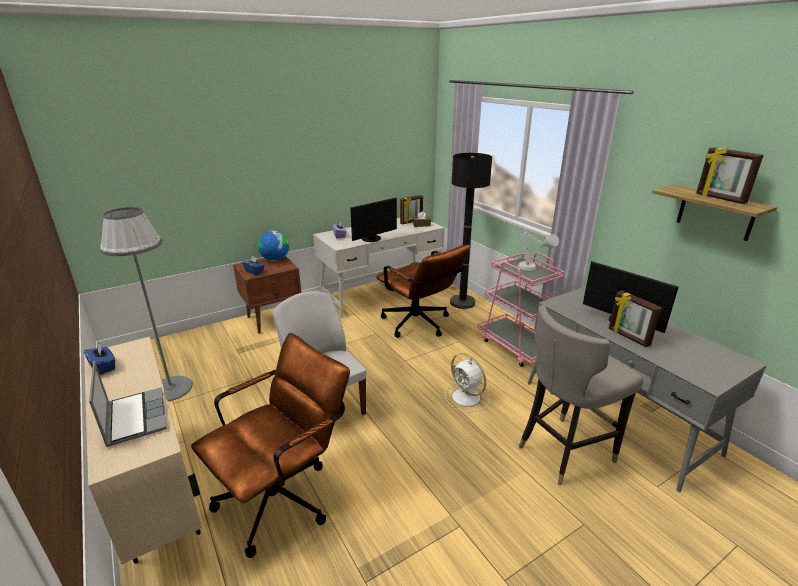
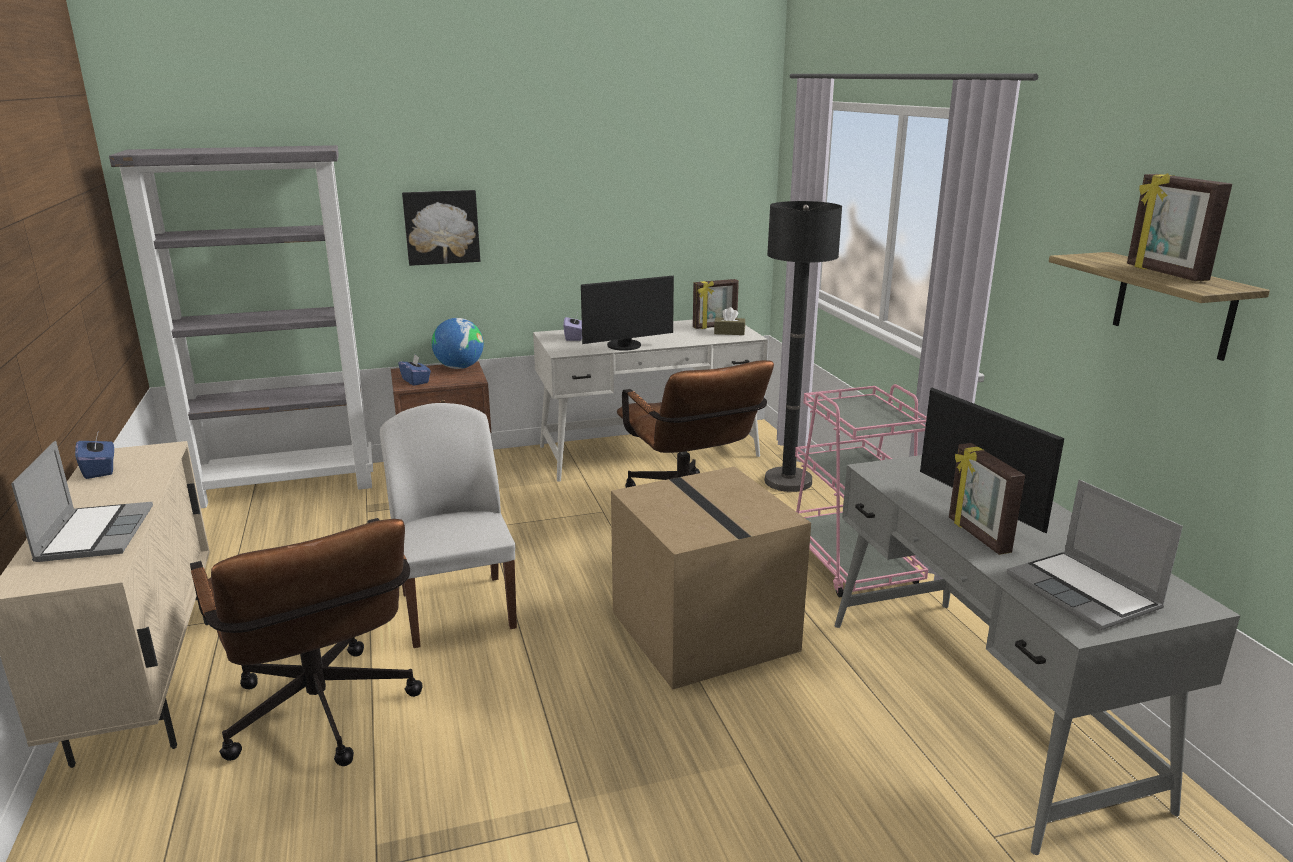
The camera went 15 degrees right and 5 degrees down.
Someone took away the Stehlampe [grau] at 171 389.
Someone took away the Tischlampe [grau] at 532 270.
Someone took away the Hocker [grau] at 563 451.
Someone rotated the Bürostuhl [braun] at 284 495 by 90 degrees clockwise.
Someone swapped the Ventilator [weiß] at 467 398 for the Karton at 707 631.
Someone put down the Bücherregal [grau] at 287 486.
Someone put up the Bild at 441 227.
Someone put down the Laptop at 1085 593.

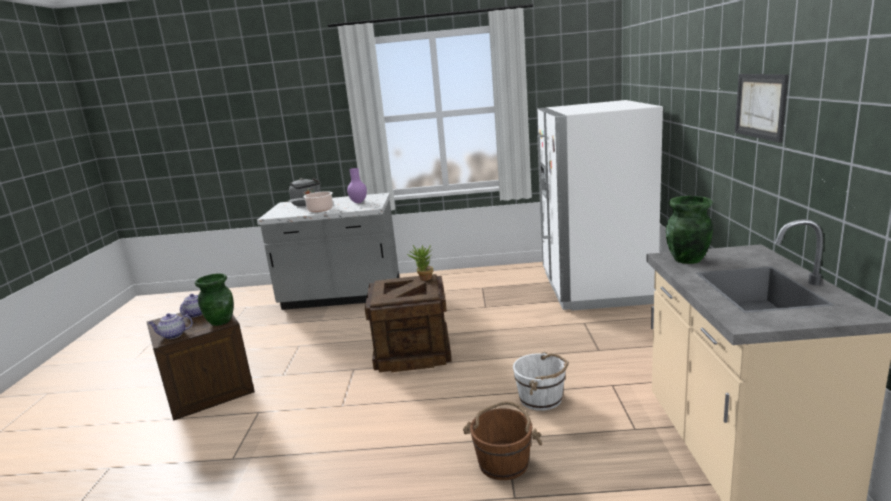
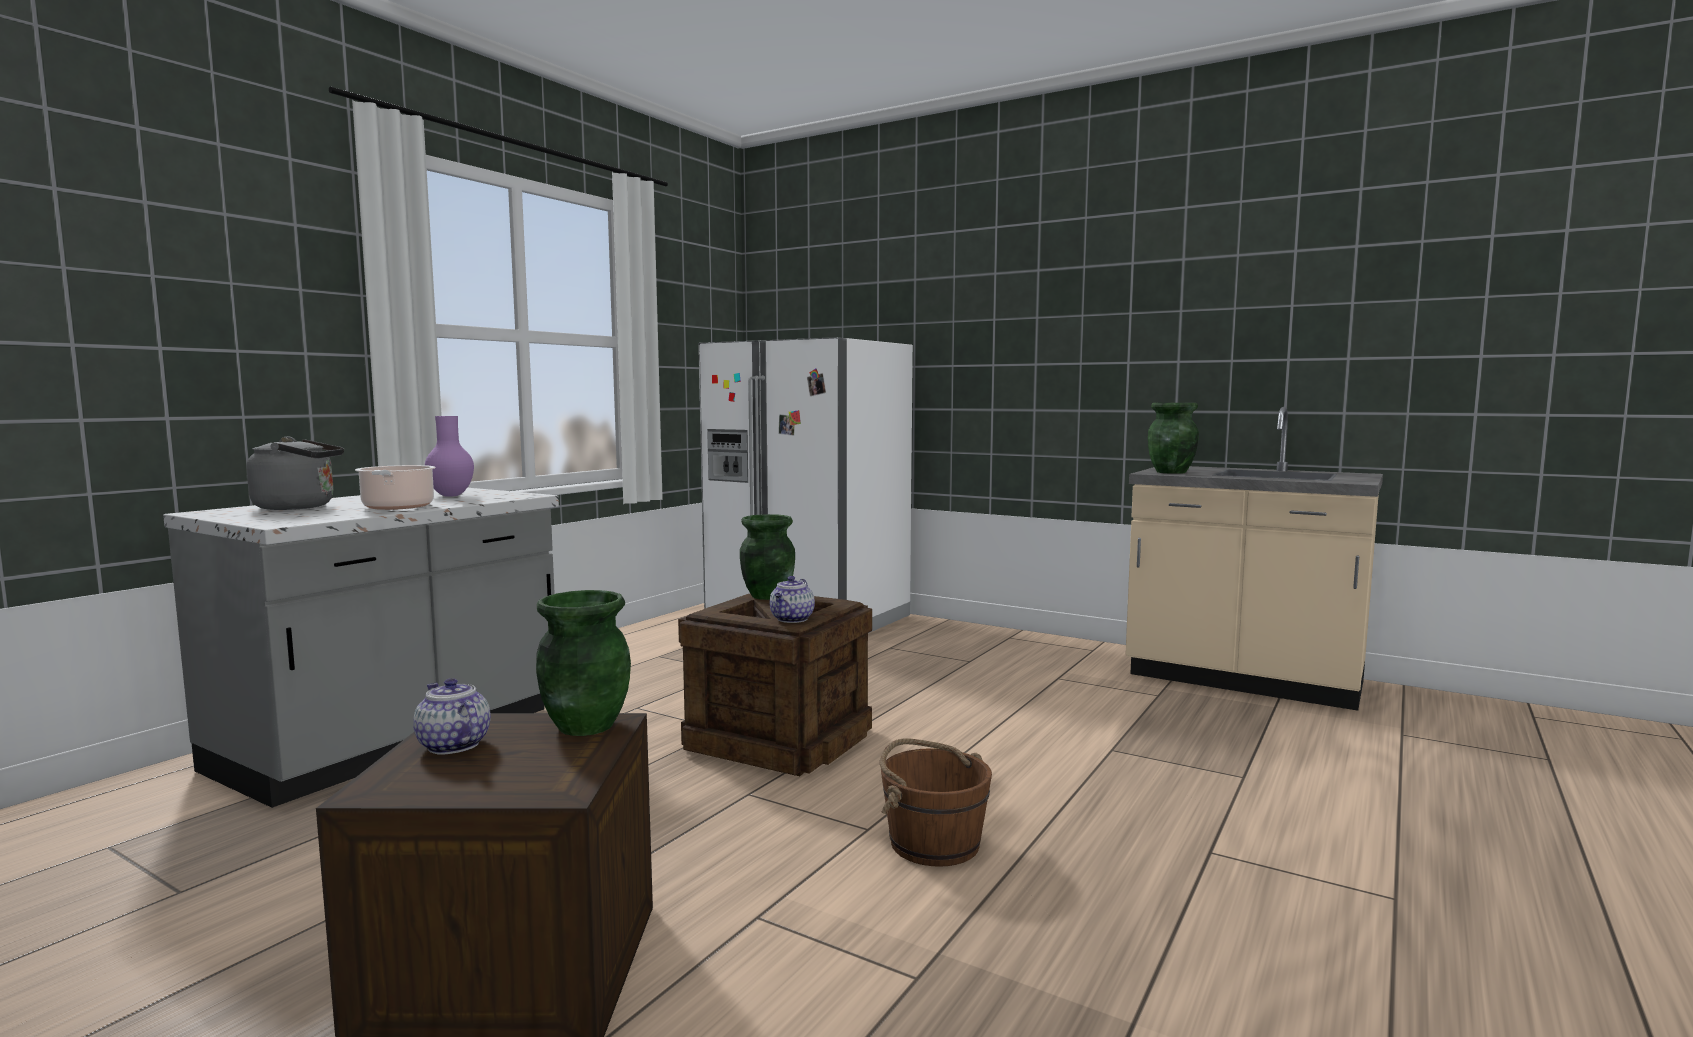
The camera went 60 degrees left and 10 degrees down.
Someone took away the Bild at 760 106.
Someone swapped the Topfpflanze at 423 279 for the Vase [grün] at 767 596.
Someone carried the Teekanne from 173 335 to 792 619.
Someone took away the Eimer [weiß] at 541 399.
Someone carried the Eimer [braun] from 504 462 to 933 843.

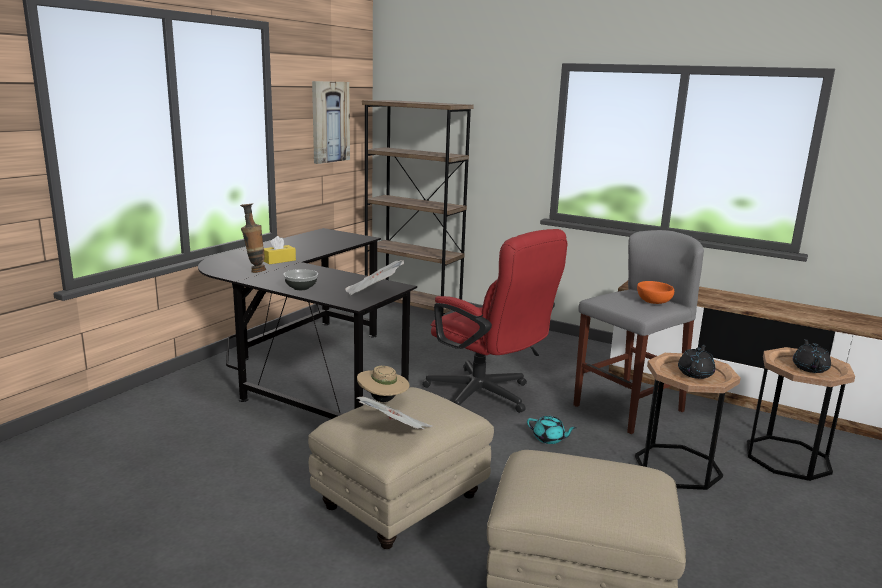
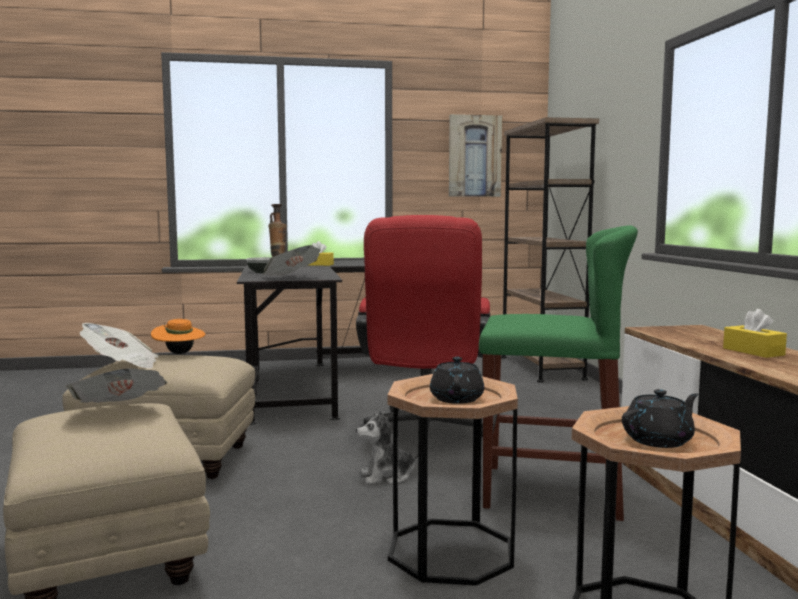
The camera went 50 degrees right and 10 degrees down.
Someone repainted the Hocker [grau] at 628 408, which became the Hocker [grün] at 550 491.
Someone took away the Schüssel [orange] at 653 302.
Someone rotated the Teekanne [schwarz] at 695 373 by 75 degrees counterclockwise.
Someone repainted the Hut [beige] at 383 400, which became the Hut [orange] at 179 353.
Someone swapped the Teekanne [türkis] at 549 439 for the Plüschtier at 387 477.
Someone put down the Taschentuchbox [gelb] at 753 351.
Someone put down the Zeitung at 120 412.

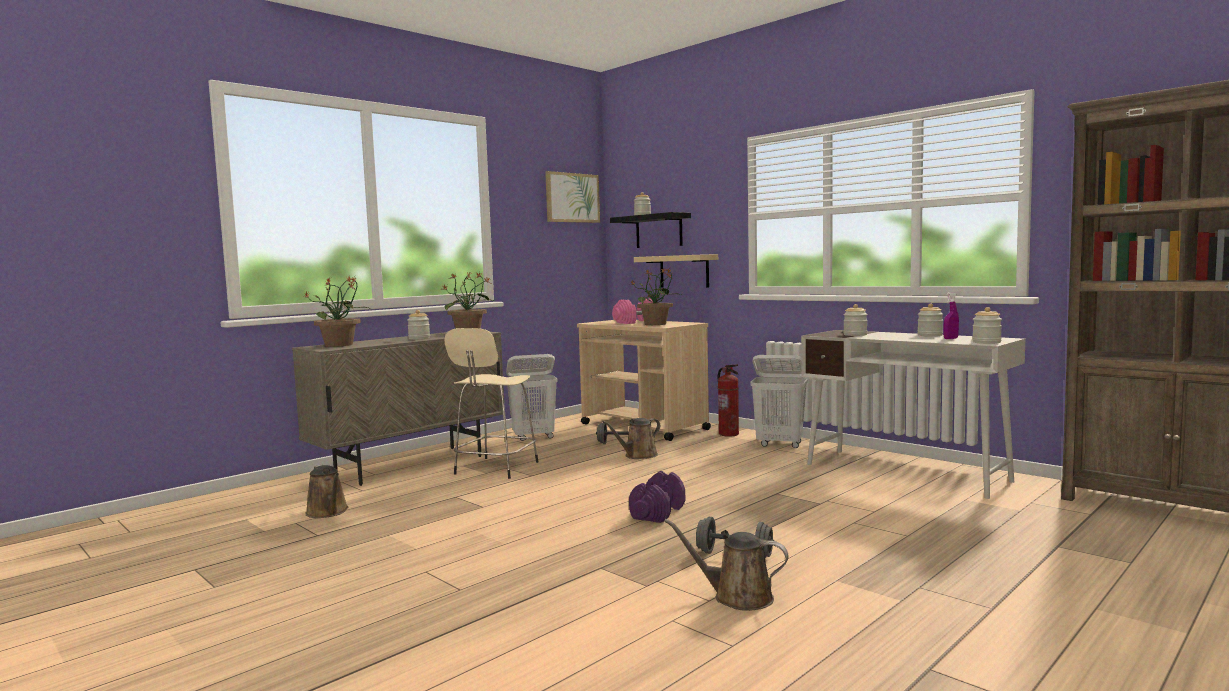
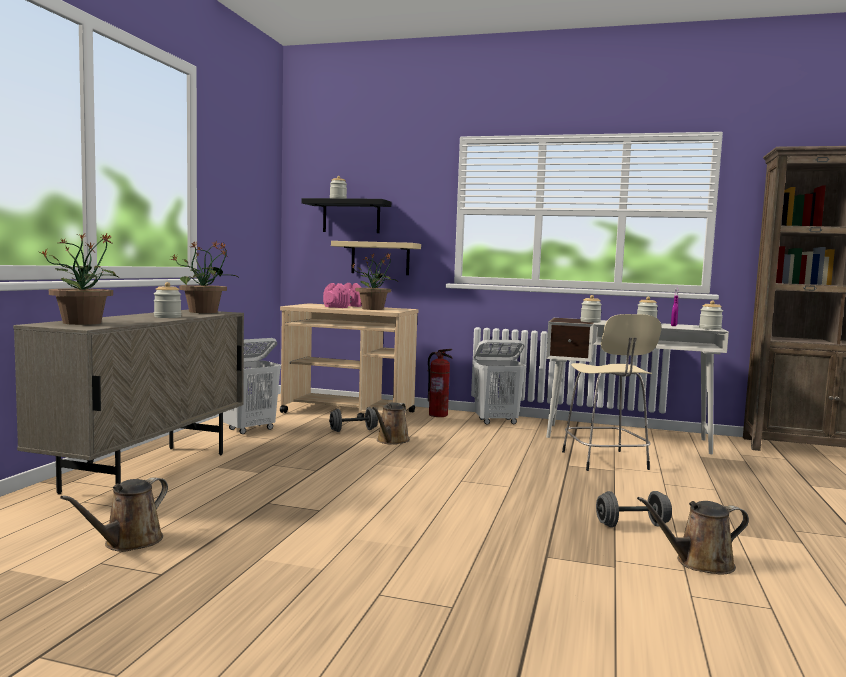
The camera went 30 degrees left and 0 degrees up.
Someone took away the Bild at 572 198.
Someone carried the Hocker [beige] from 495 469 to 605 461.
Someone rotated the Gießkanne [braun] at 328 512 by 90 degrees clockwise.
Someone took away the Hantel [lila] at 658 513.

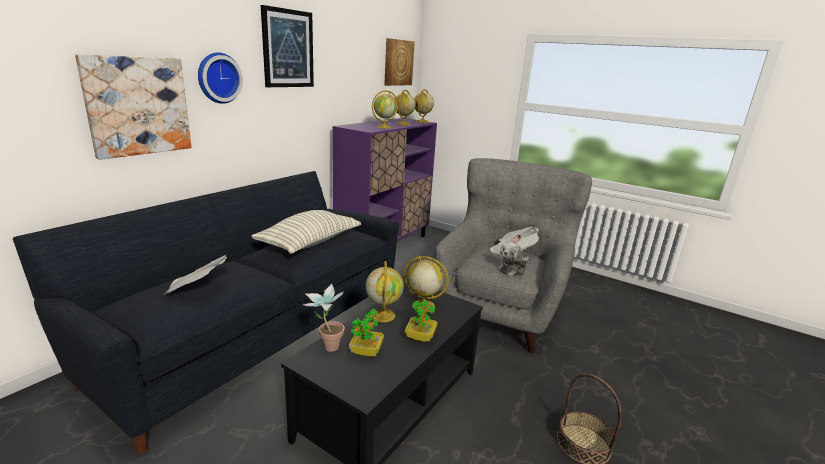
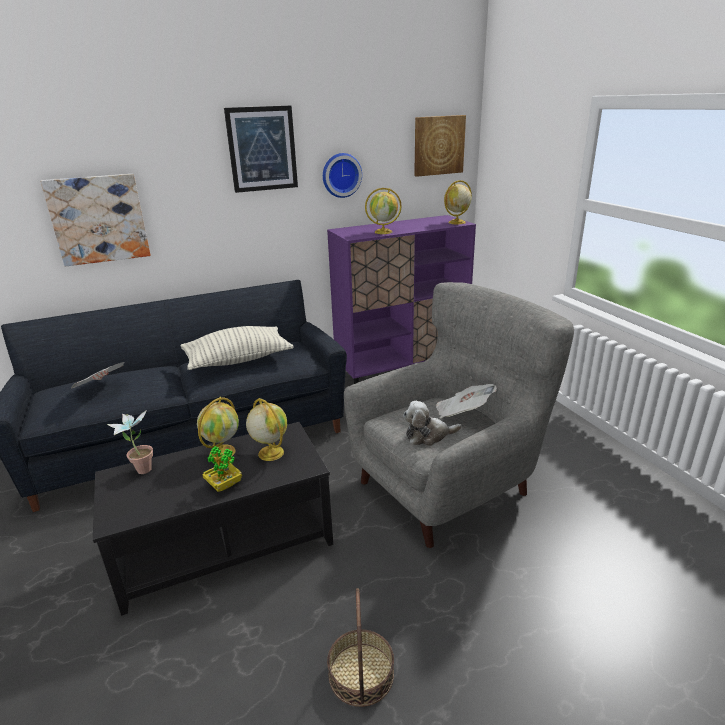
The camera went 35 degrees right and 5 degrees up.
Someone carried the Wanduhr from 218 78 to 341 175.
Someone took away the Globus at 403 124.
Someone took away the Topfpflanze at 366 351.

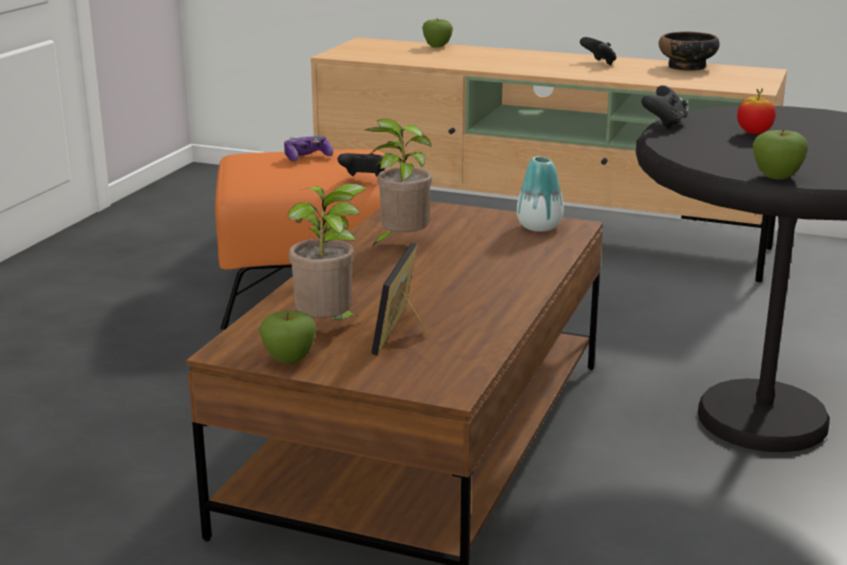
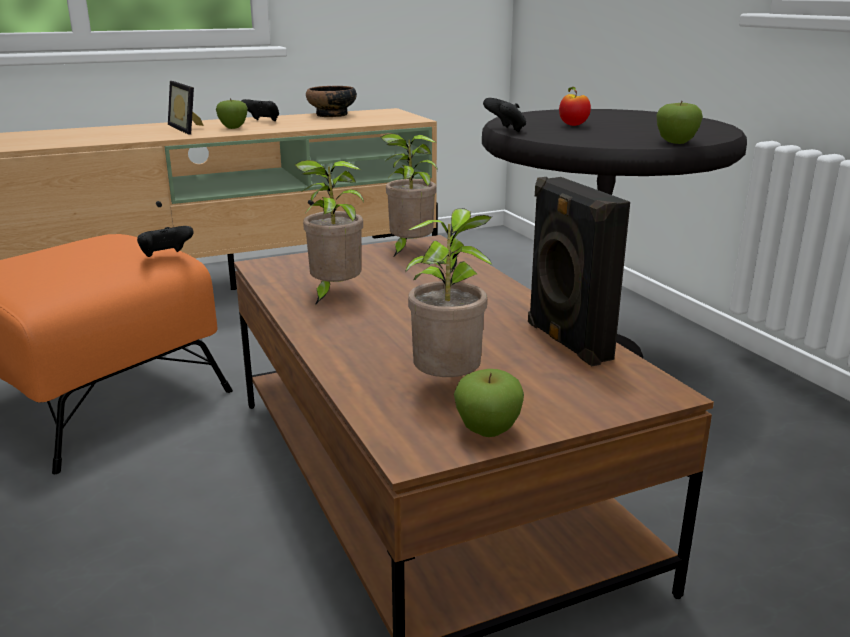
The camera went 45 degrees left and 0 degrees up.
Someone carried the Apfel from 437 46 to 233 127.
Someone took away the Gamepad at 307 157.
Someone swapped the Vase at 539 227 for the Topfpflanze at 409 250.
Someone carried the Bilderrahmen from 407 332 to 190 128.
Someone put down the Lautsprecher [schwarz] at 565 342.

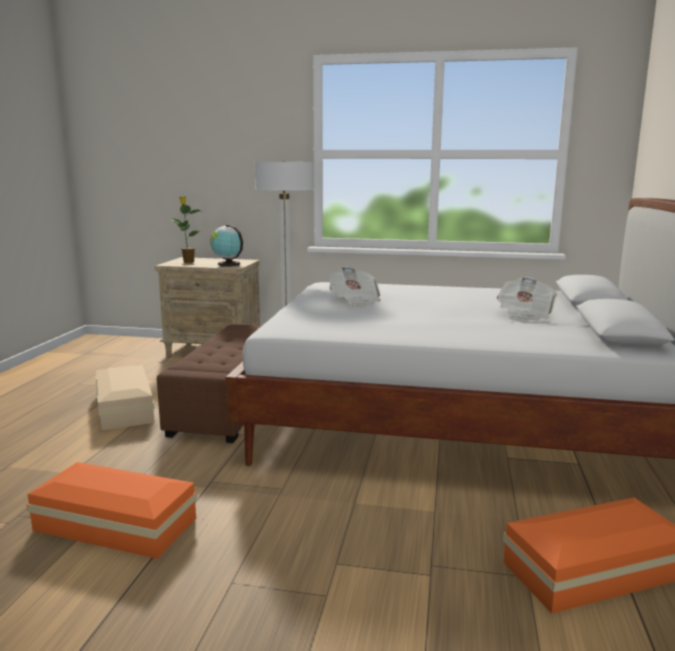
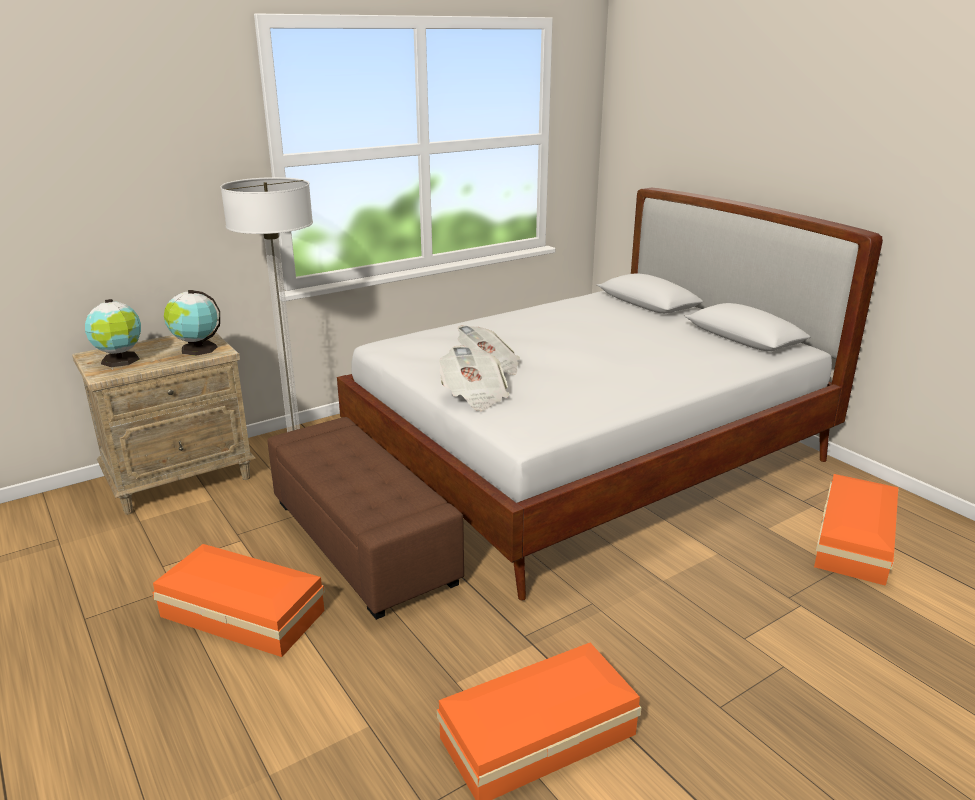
The camera went 45 degrees left and 10 degrees up.
Someone swapped the Topfpflanze at 188 262 for the Globus at 120 361.
Someone carried the Zeitung from 524 316 to 474 396.
Someone repainted the Aufbewahrungsbox [beige] at 126 407, which became the Aufbewahrungsbox [orange] at 242 612.

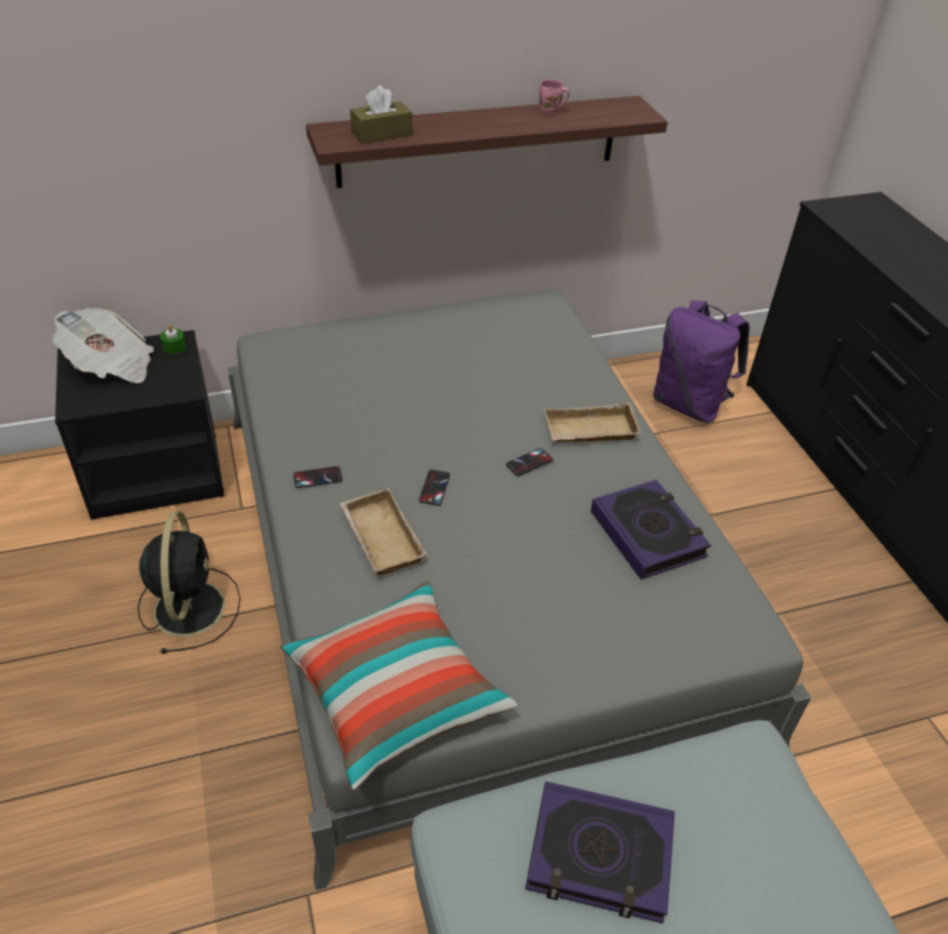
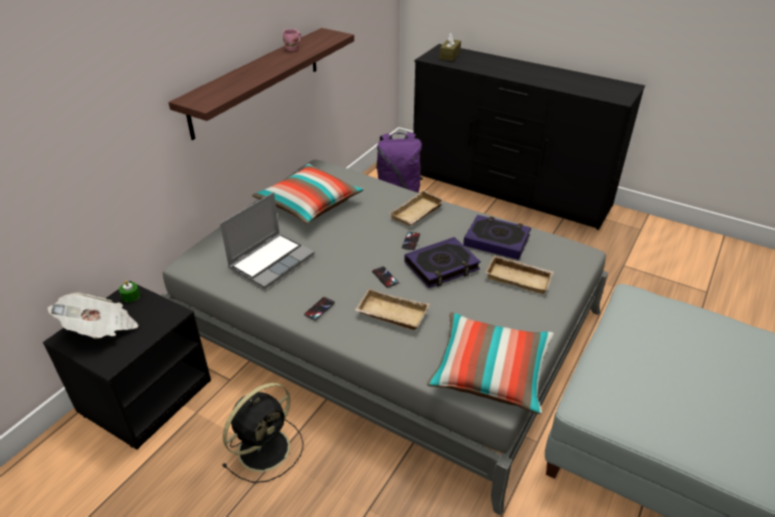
The camera went 40 degrees left and 5 degrees down.
Someone carried the Taschentuchbox [braun] from 381 134 to 450 55.
Someone rotated the Ventilator [schwarz] at 190 606 by 90 degrees clockwise.
Someone carried the Buch from 599 856 to 442 266.
Someone put down the Kissen at 309 204.
Someone put down the Laptop at 271 261.
Someone put down the Tablett [beige] at 519 277.

